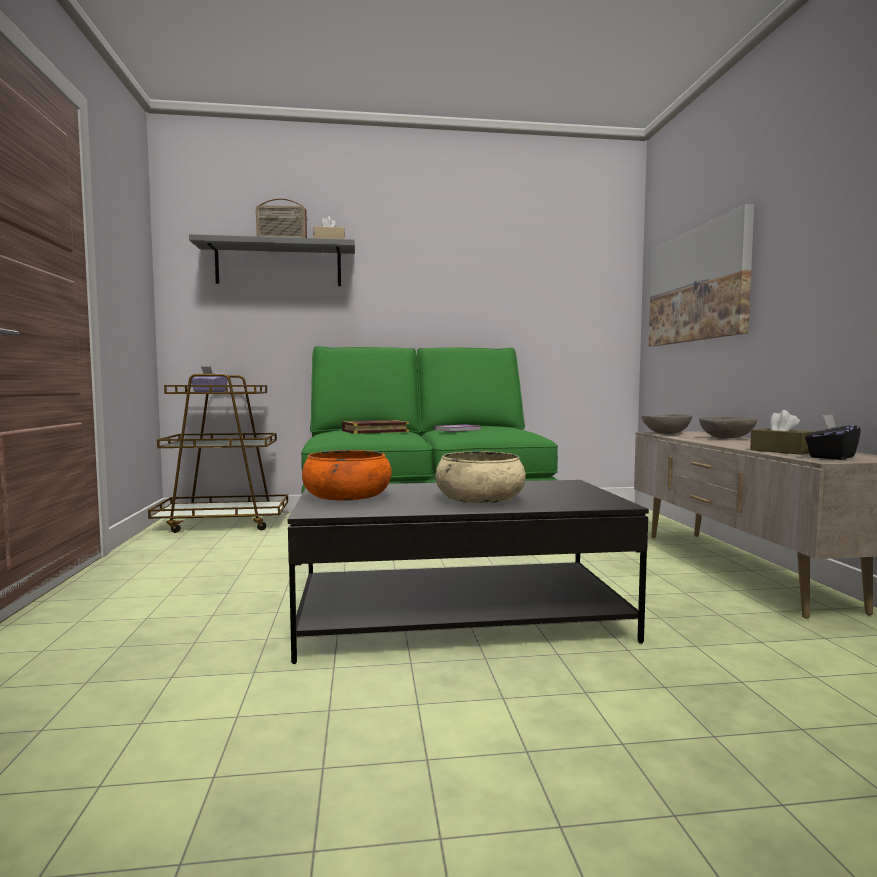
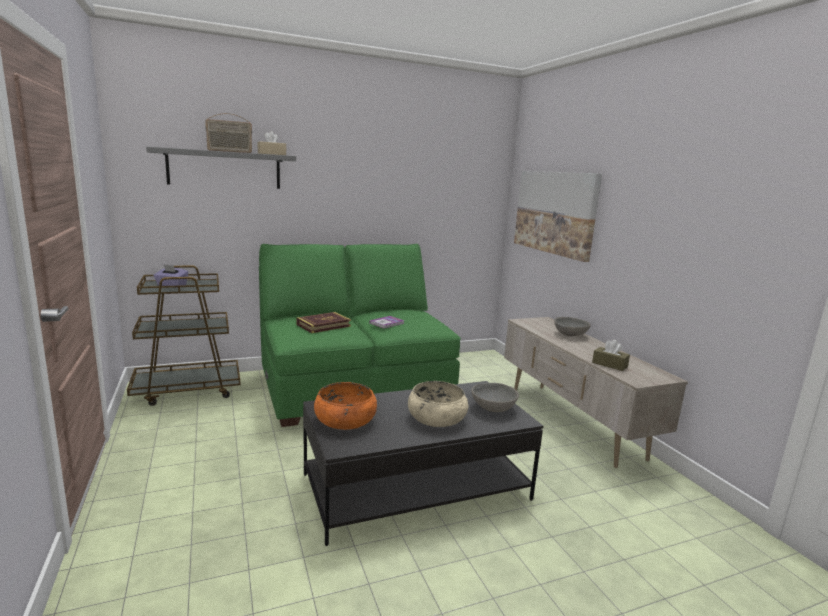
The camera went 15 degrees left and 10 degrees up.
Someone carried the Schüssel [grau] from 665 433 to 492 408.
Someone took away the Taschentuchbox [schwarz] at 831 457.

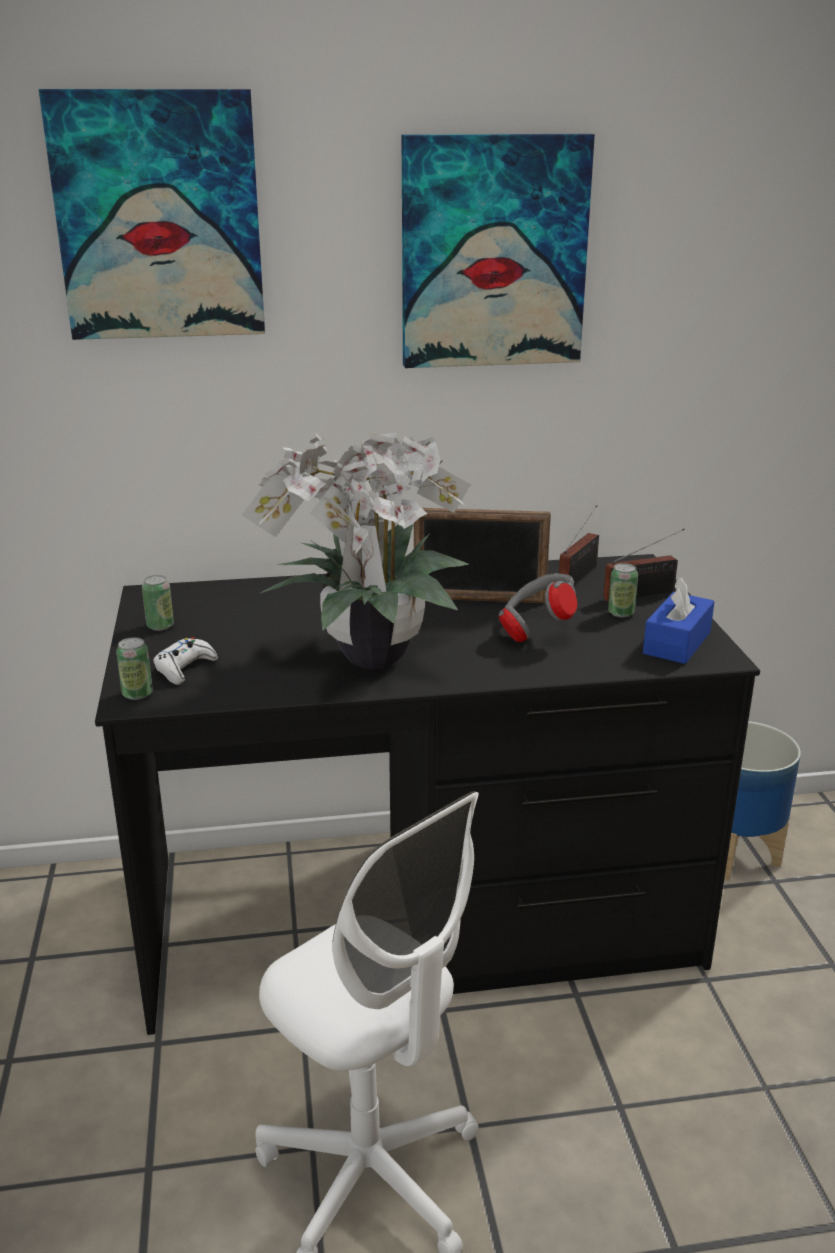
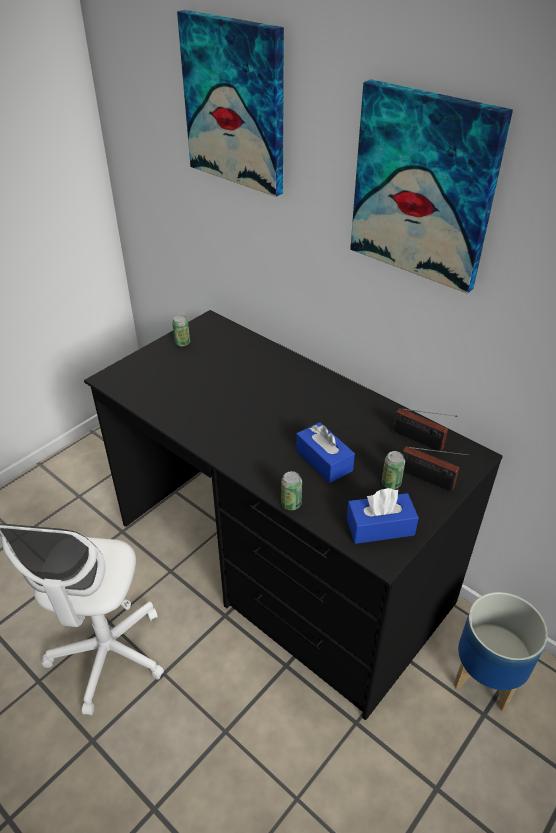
The camera went 50 degrees right and 15 degrees up.
Someone took away the Topfpflanze at 366 657.
Someone rotated the Radio at 580 576 by 45 degrees clockwise.
Someone took away the Bilderrahmen at 479 599.
Someone swapped the Kopfhörer [grau] at 535 630 for the Taschentuchbox [blau] at 324 460.
Someone carried the Dose from 137 694 to 291 504.
Someone took away the Gamepad [weiß] at 184 668.

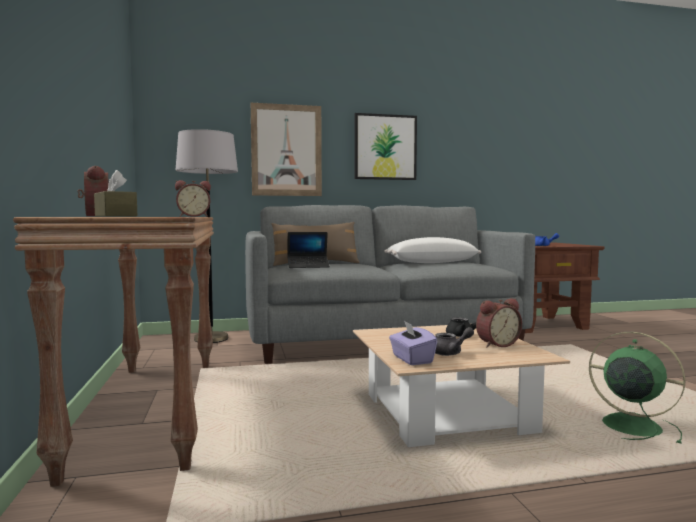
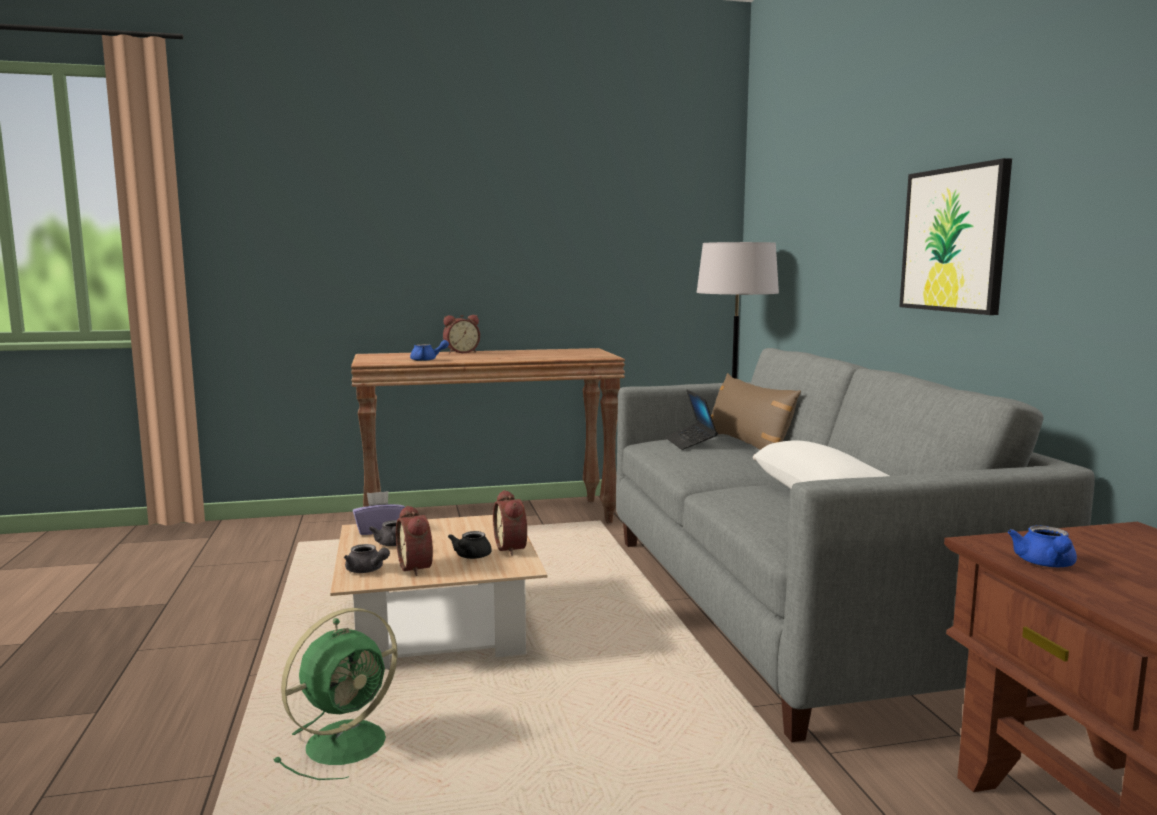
The camera went 90 degrees right and 5 degrees up.
Someone took away the Bild at 286 150.
Someone took away the Taschentuchbox [braun] at 115 216.
Someone carried the Wecker from 193 216 to 513 548.
Someone put down the Teekanne [blau] at 427 360.
Someone put down the Teekanne [grau] at 367 571.

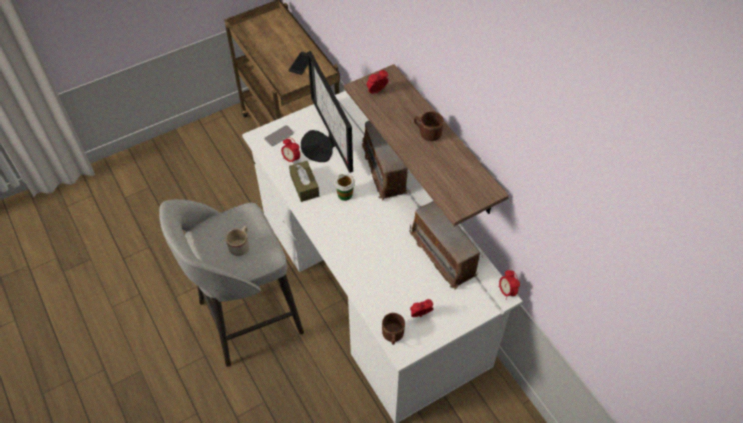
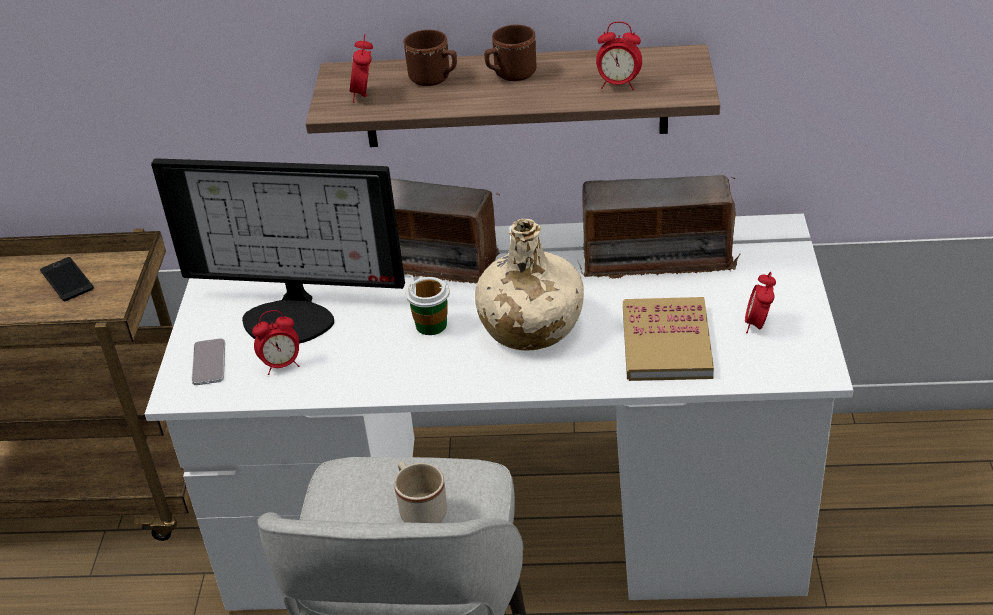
The camera went 55 degrees left and 15 degrees down.
Someone took away the Taschentuchbox [braun] at 304 186.
Someone carried the Wecker from 506 291 to 618 85.
Someone carried the Henkelbecher [braun] from 393 336 to 435 79.
Someone put down the Flasche [beige] at 529 326.
Someone put down the Buch at 666 343.

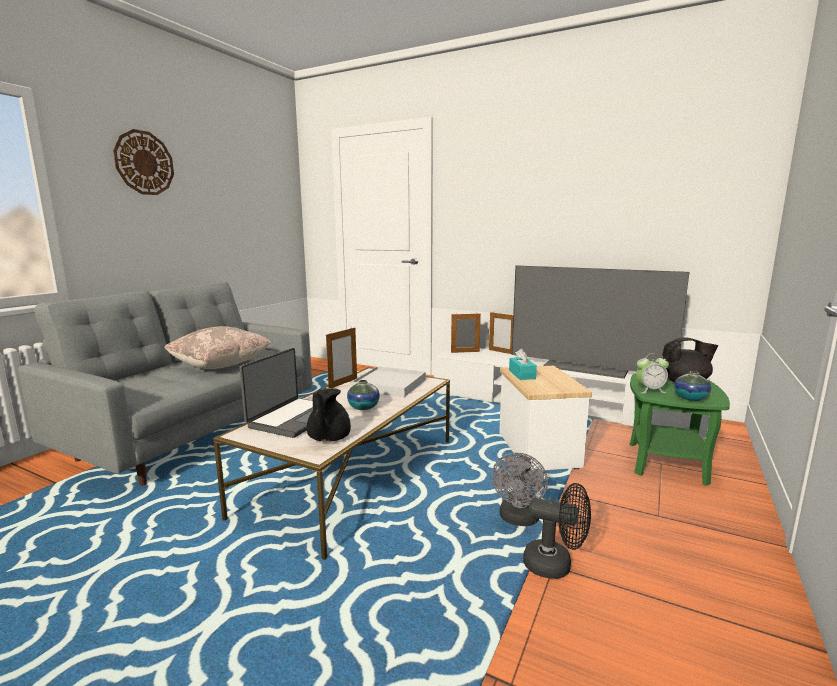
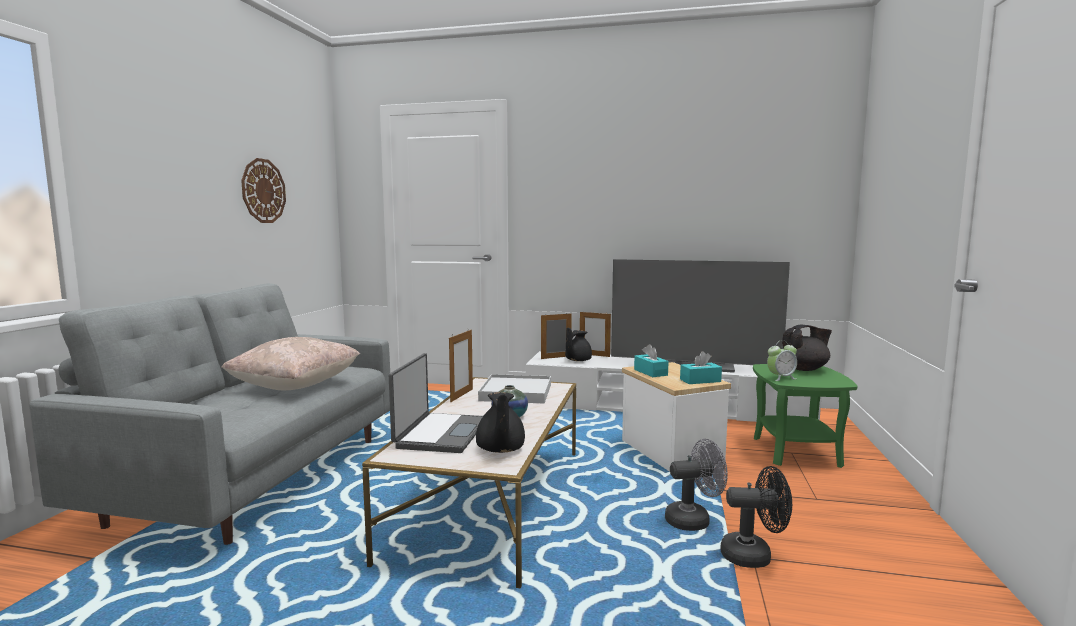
The camera went 15 degrees left and 5 degrees down.
Someone carried the Wanduhr from 144 163 to 263 191.
Someone took away the Vase at 690 398.
Someone rotated the Ventilator [grau] at 518 519 by 105 degrees counterclockwise.
Someone put down the Teekanne [schwarz] at 577 360.
Someone put down the Taschentuchbox [türkis] at 700 380.

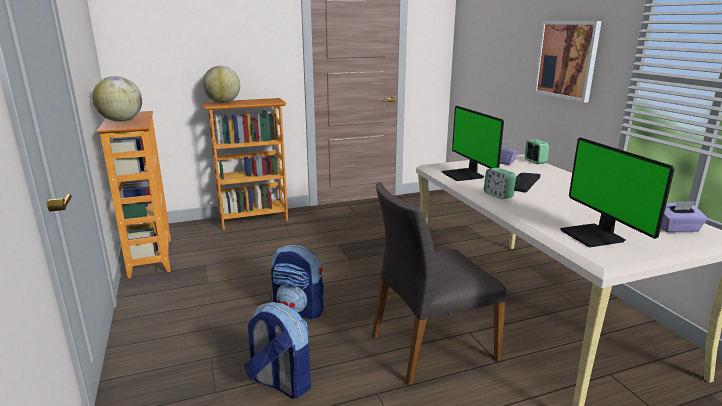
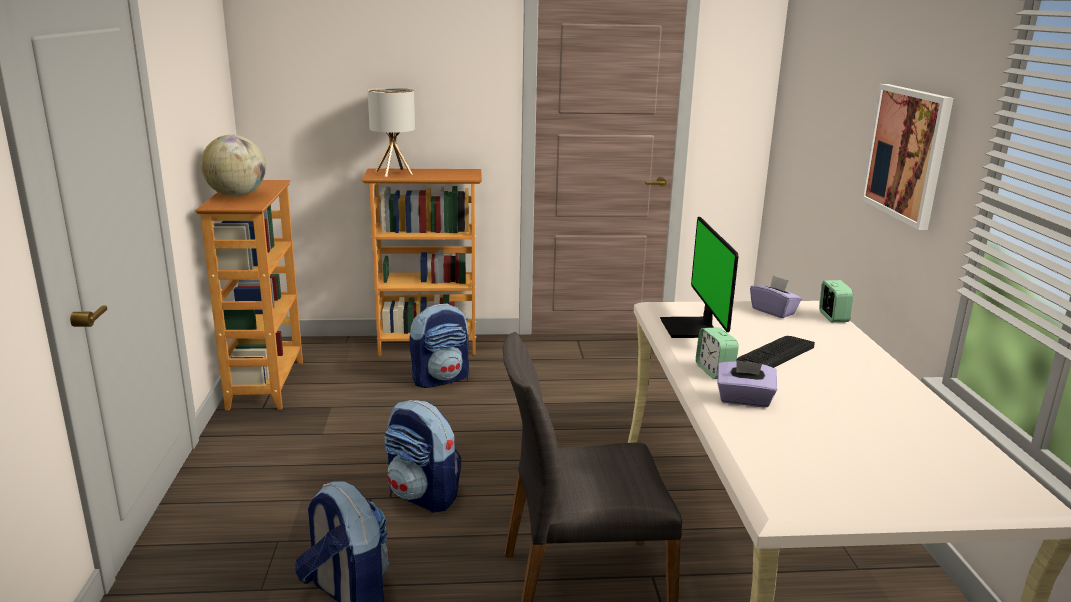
The camera went 15 degrees right and 0 degrees up.
Someone swapped the Globus at 223 102 for the Tischlampe at 394 172.
Someone took away the Monitor at 594 236.
Someone carried the Taschentuchbox [lila] from 676 229 to 744 400.
Someone put down the Rucksack at 440 379.

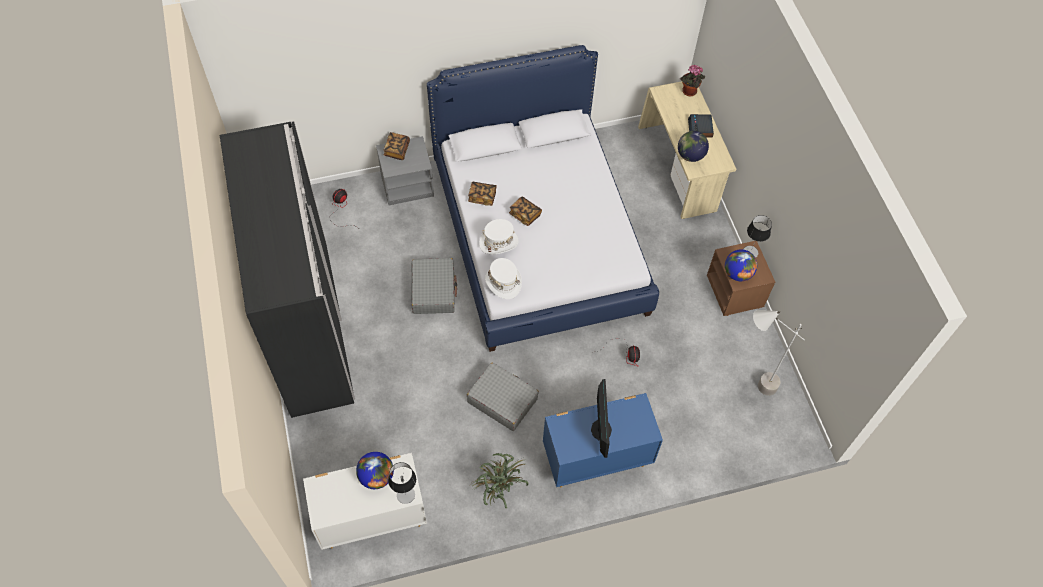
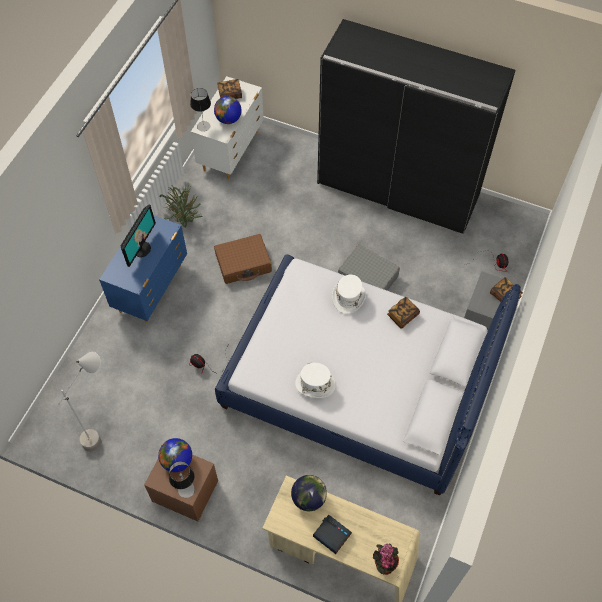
The camera went 130 degrees right and 0 degrees up.
Someone carried the Buch from 525 215 to 230 94.
Someone carried the Hut [weiß] from 503 282 to 315 384.
Someone repainted the Koffer [grau] at 502 400, which became the Koffer [braun] at 243 263.
Someone rotated the Monitor at 600 429 by 105 degrees counterclockwise.

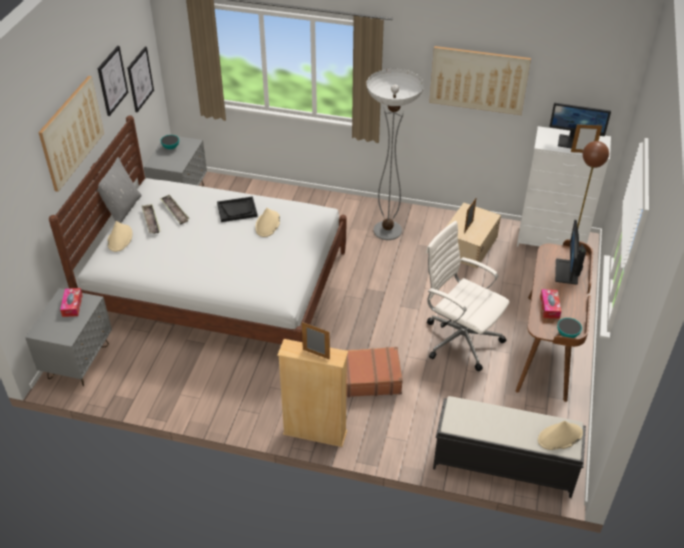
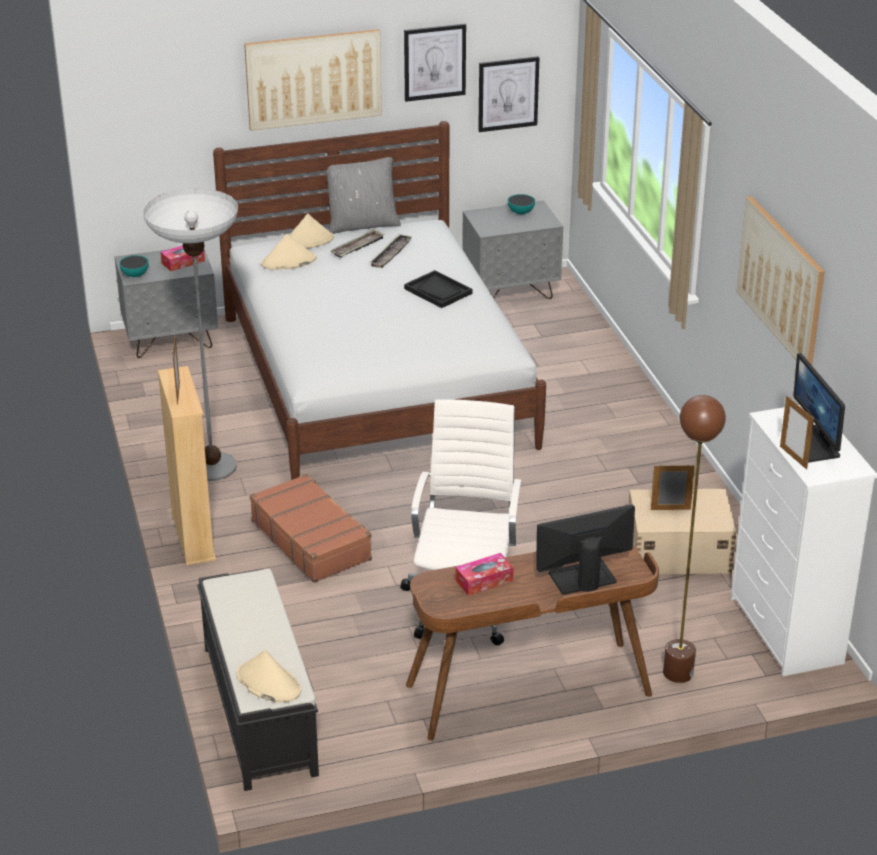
The camera went 60 degrees right and 10 degrees down.
Someone carried the Stehlampe from 387 230 to 212 467.
Someone carried the Hut [beige] from 267 224 to 288 261.
Someone carried the Schüssel from 567 334 to 135 275.

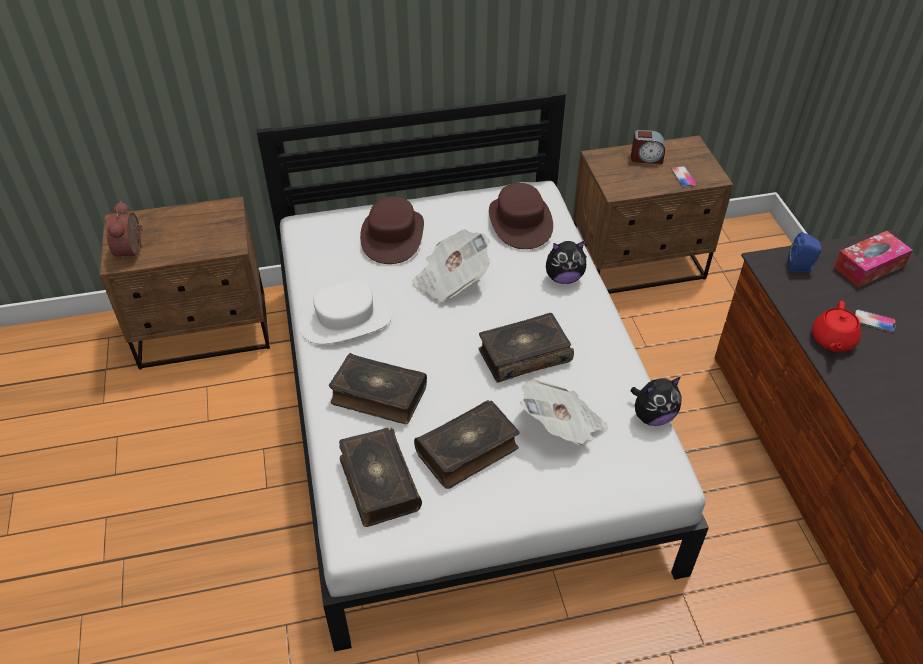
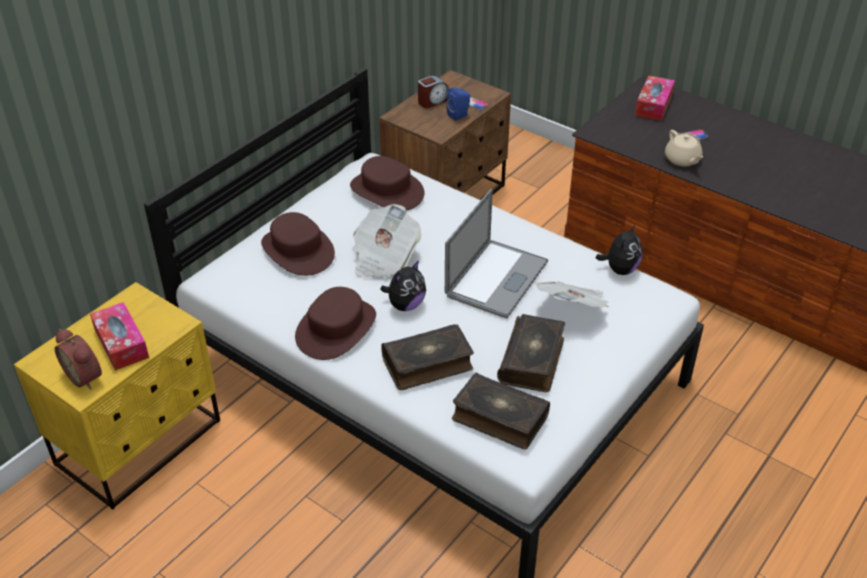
The camera went 40 degrees left and 5 degrees down.
Someone repainted the Nachttisch [braun] at 205 331, which became the Nachttisch [gelb] at 140 443.
Someone carried the Lautsprecher [blau] from 801 267 to 459 115.
Someone carried the Plüschtier from 563 278 to 405 305.
Someone repainted the Hut [weiß] at 346 319, which became the Hut [braun] at 336 328.
Someone repainted the Teekanne [rot] at 832 340, which became the Teekanne [beige] at 682 160.
Someone swapped the Buch at 524 355 for the Laptop at 496 278.
Someone put down the Taschentuchbox at 121 343.

